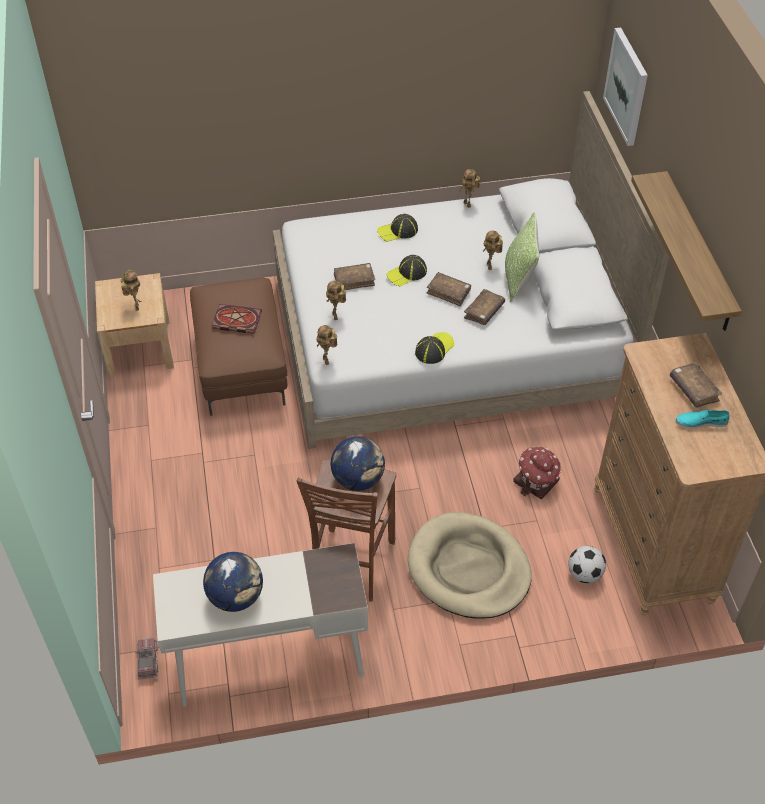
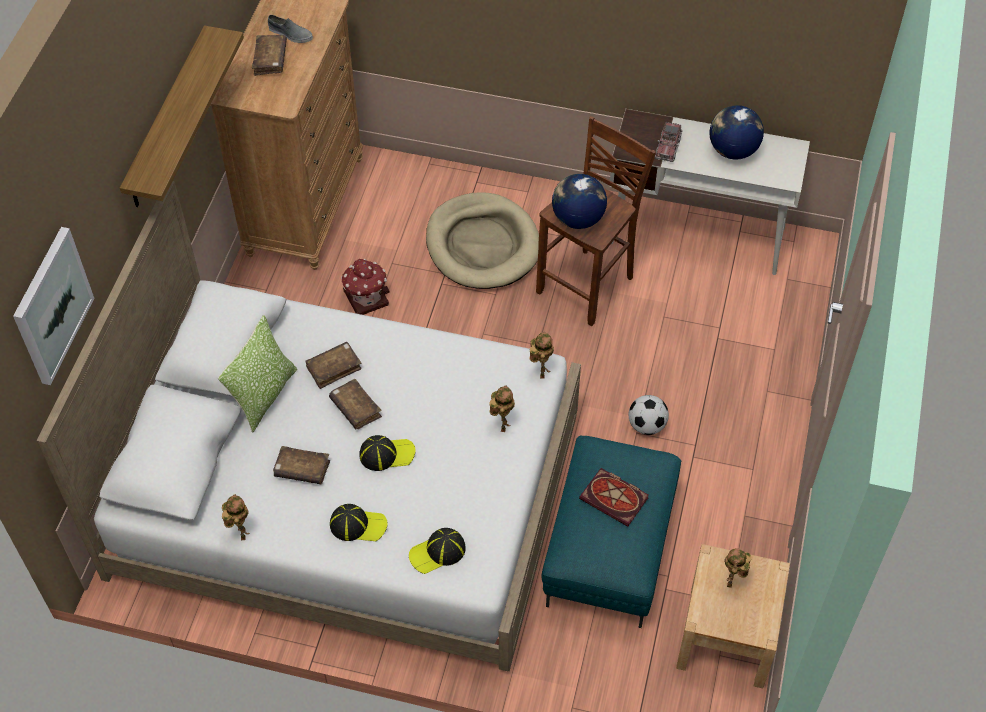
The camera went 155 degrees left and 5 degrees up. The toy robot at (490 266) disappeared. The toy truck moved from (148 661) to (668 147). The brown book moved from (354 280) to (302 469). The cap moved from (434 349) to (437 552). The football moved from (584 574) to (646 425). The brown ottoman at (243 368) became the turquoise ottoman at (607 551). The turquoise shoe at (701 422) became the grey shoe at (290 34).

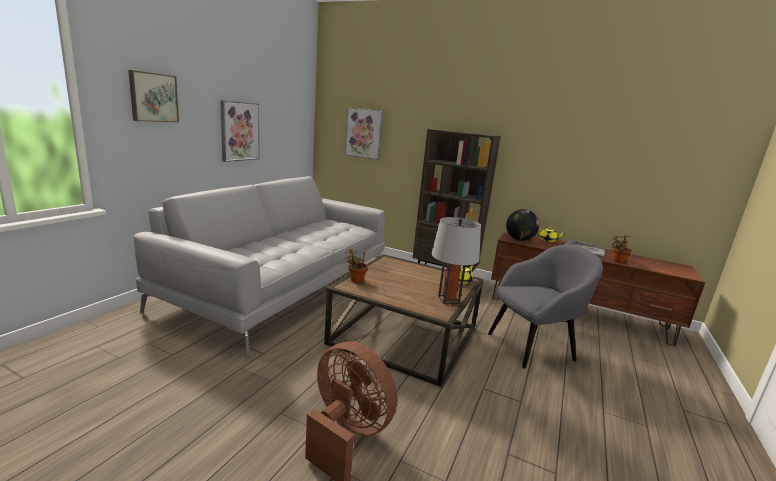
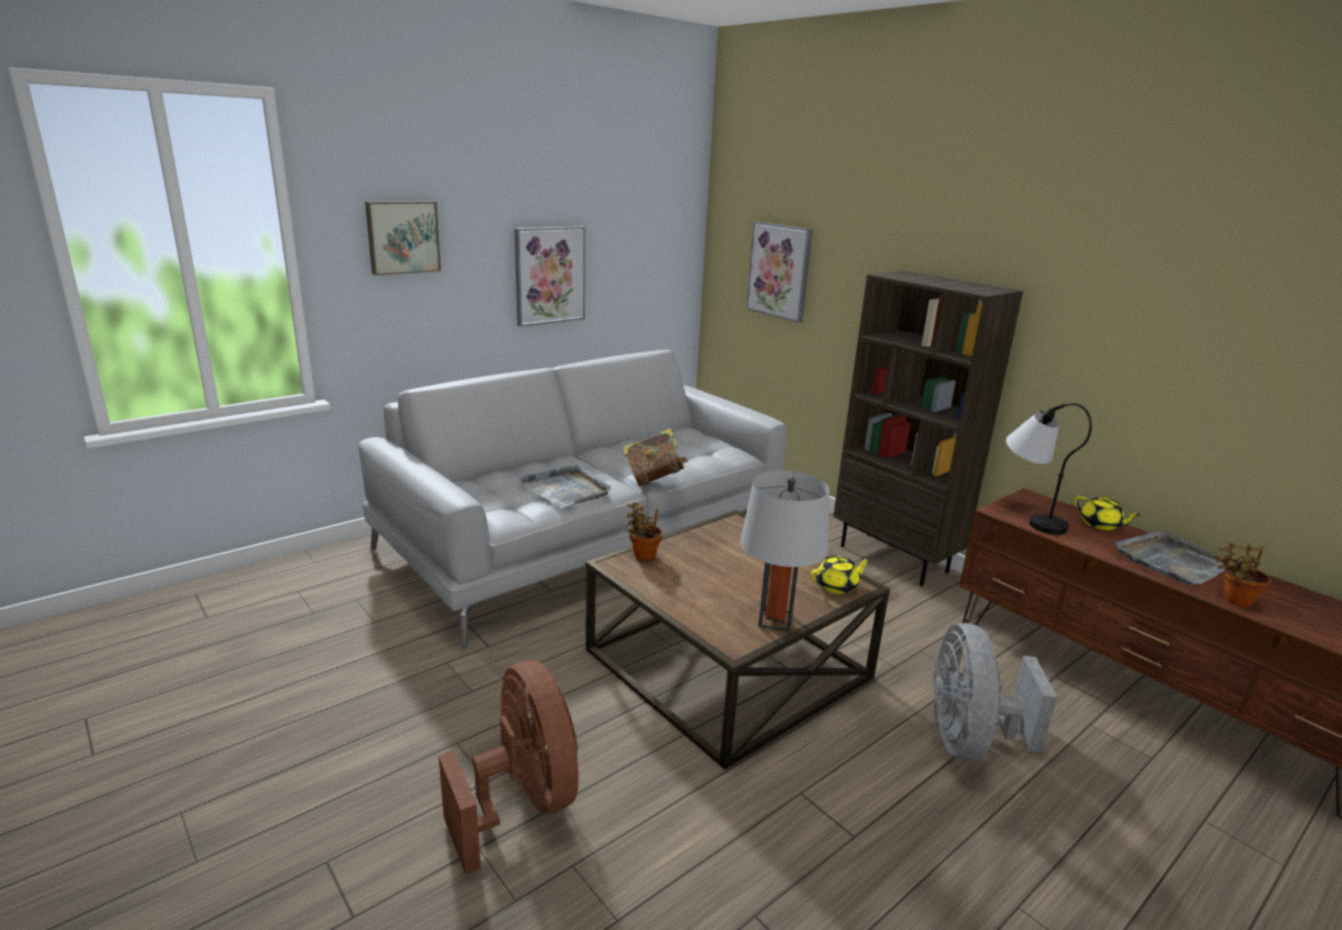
The camera went 25 degrees right and 5 degrees up. The grey tray at (566 489) appeared. The book at (654 479) appeared. The grey armchair at (532 346) was replaced by the grey fan at (969 740). The globe at (519 240) was replaced by the table lamp at (1028 516).

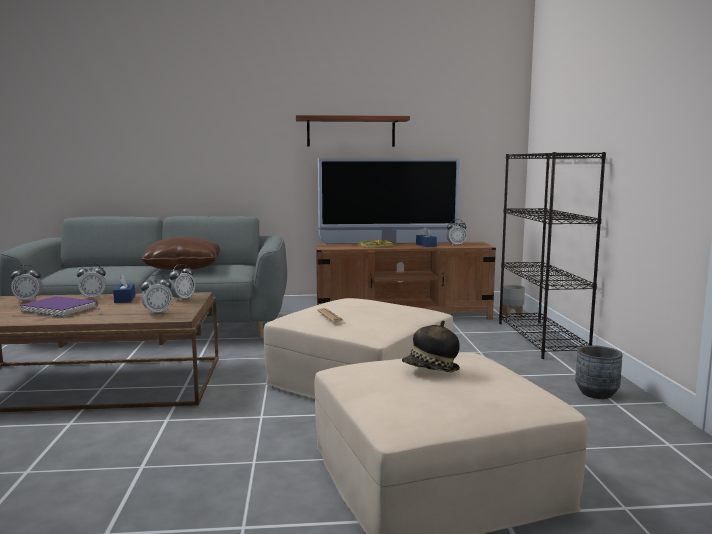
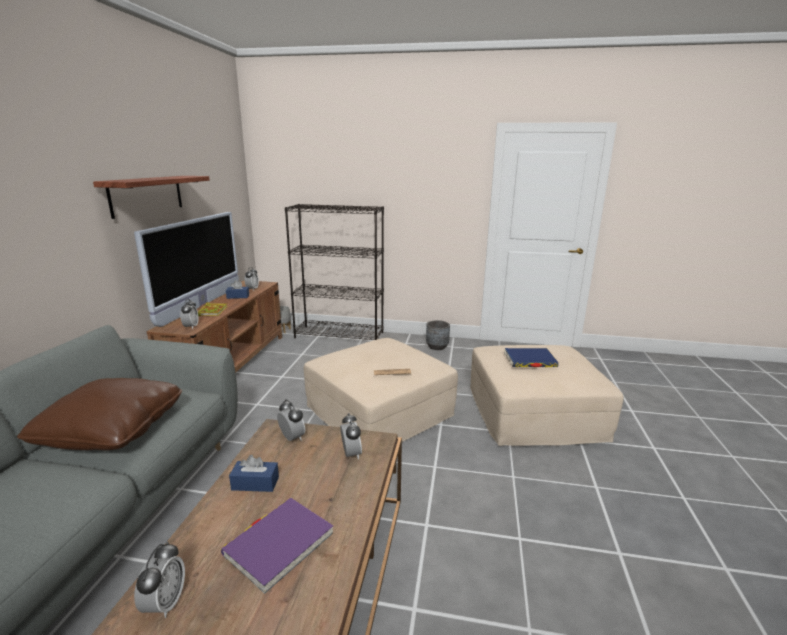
The camera went 75 degrees left and 10 degrees up. The alarm clock moved from (93 298) to (191 327). The hat at (431 370) was replaced by the blue book at (530 360).

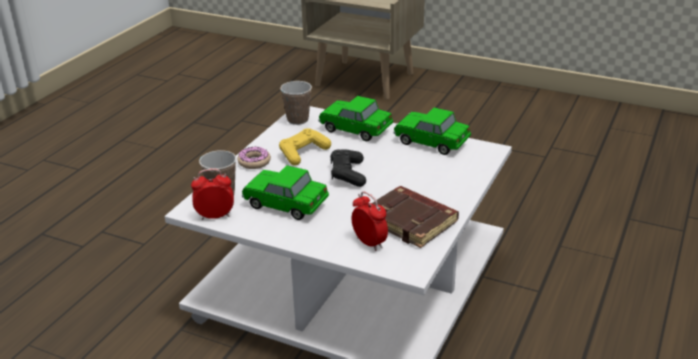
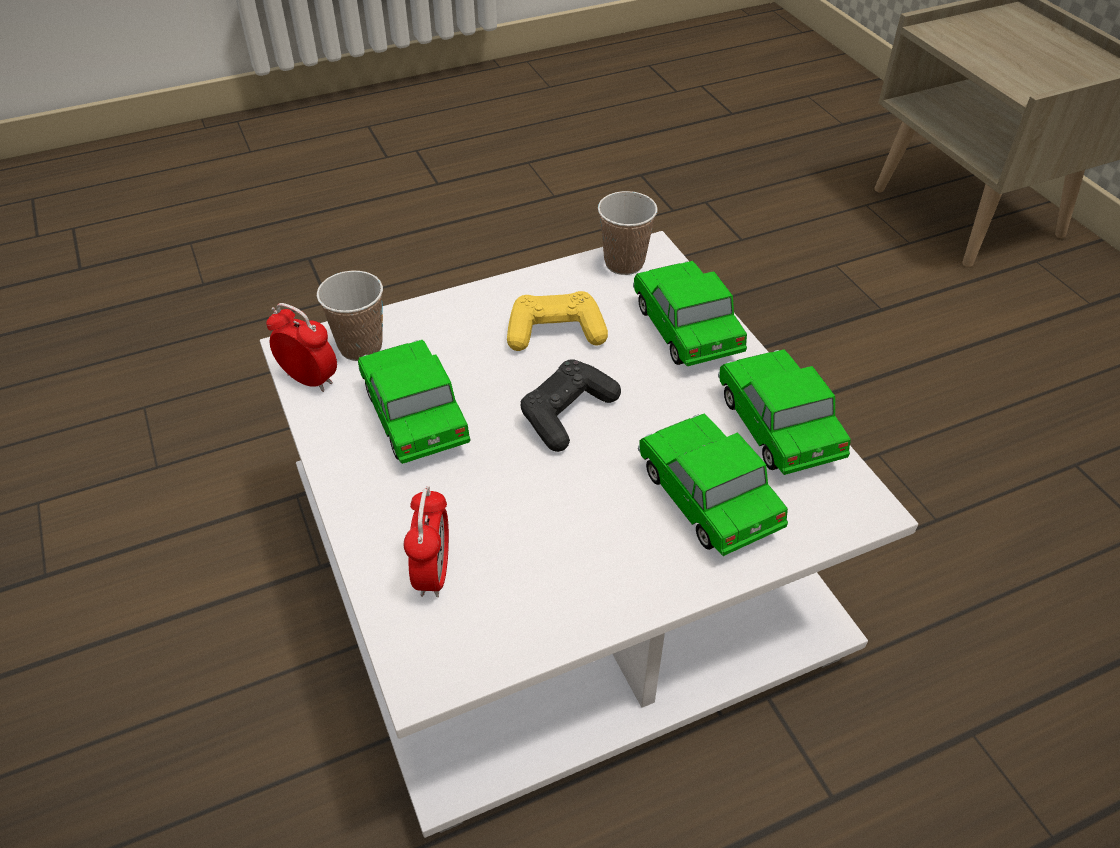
The camera went 40 degrees right and 15 degrees up. The donut at (254 162) disappeared. The brown book at (411 221) disappeared. The toy car at (707 499) appeared.

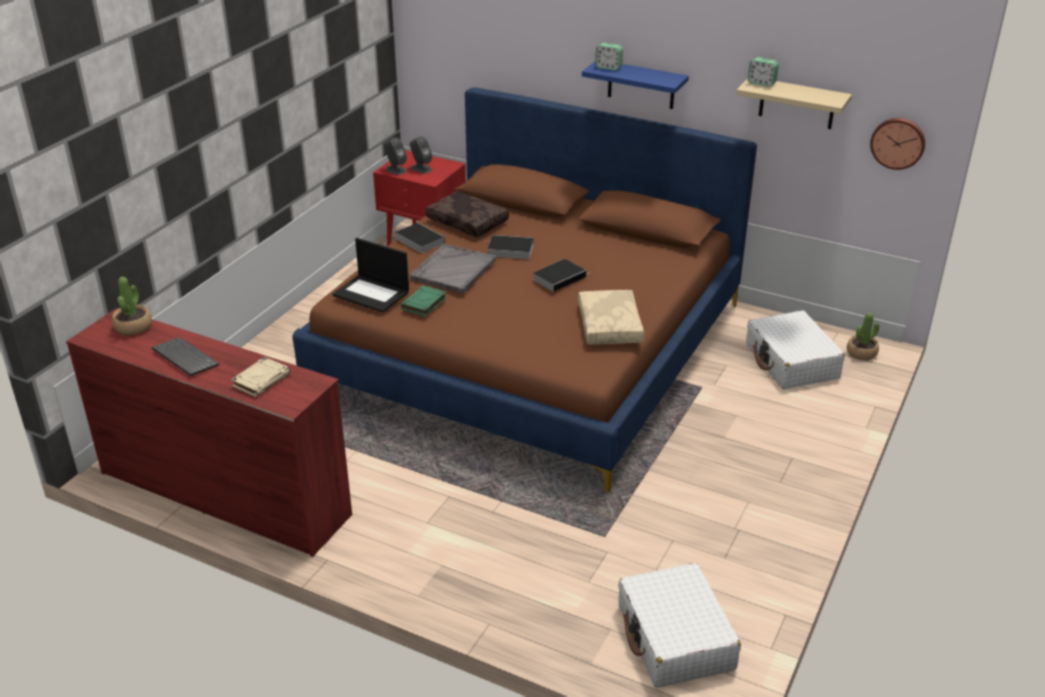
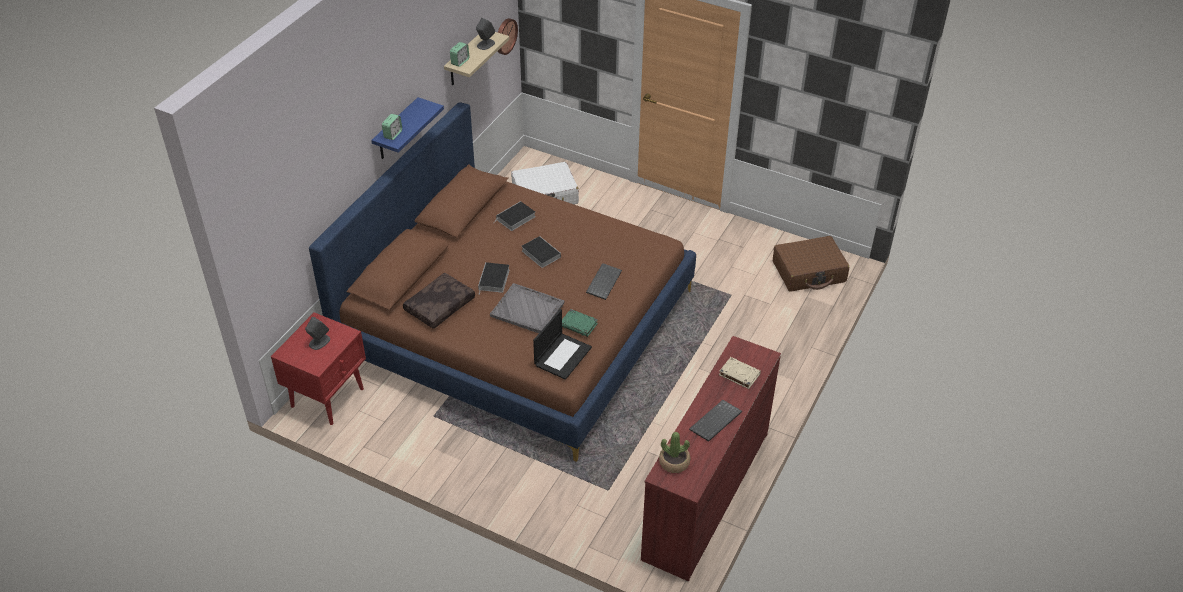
The camera went 90 degrees left and 10 degrees up. The beige pillow at (611 326) disappeared. The potted plant at (861 353) disappeared. The keyboard at (603 281) appeared. The grey speaker moved from (395 170) to (485 44). The book moved from (418 240) to (515 218). The white suitcase at (675 638) became the brown suitcase at (809 272).

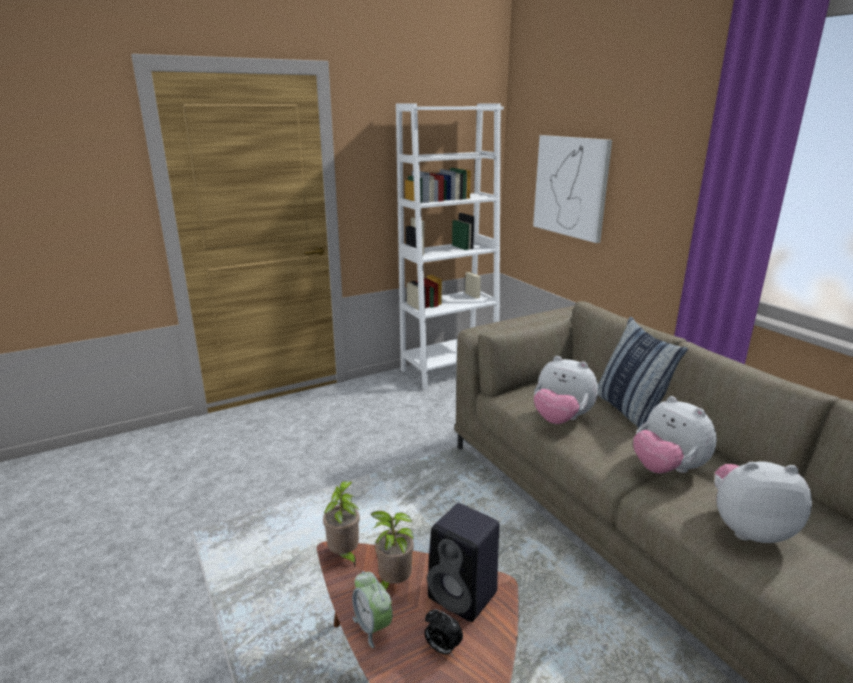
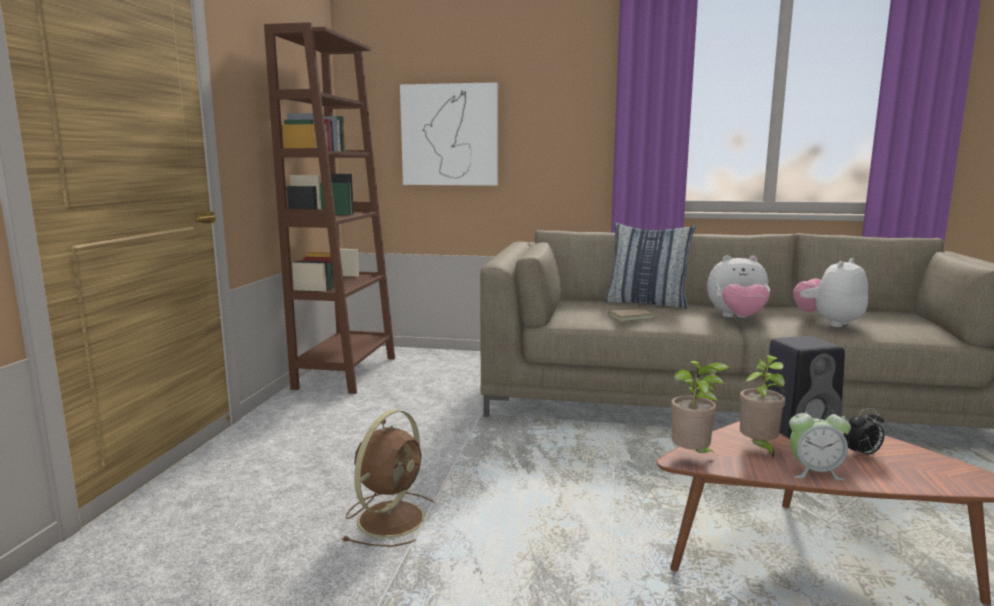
The camera went 50 degrees left and 10 degrees down. The brown fan at (393 517) appeared. The plush toy at (561 419) was replaced by the brown book at (630 317). The white bookcase at (449 370) became the brown bookcase at (346 372).

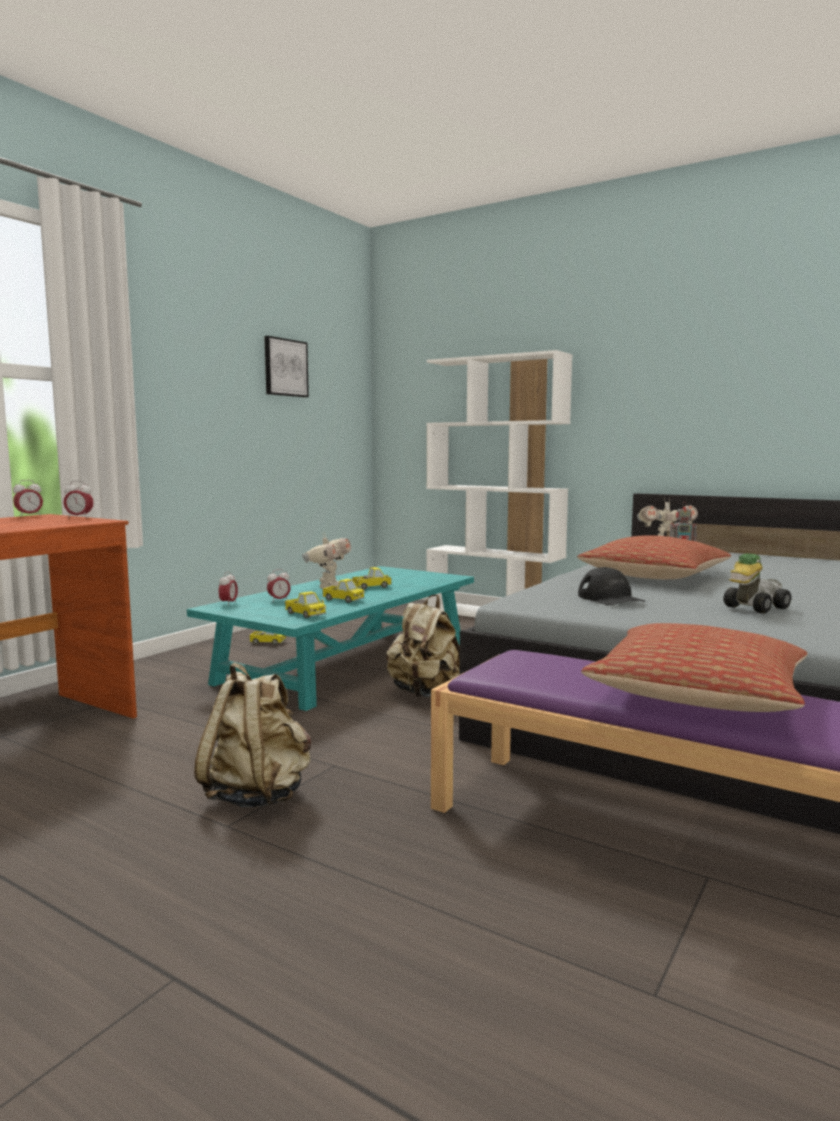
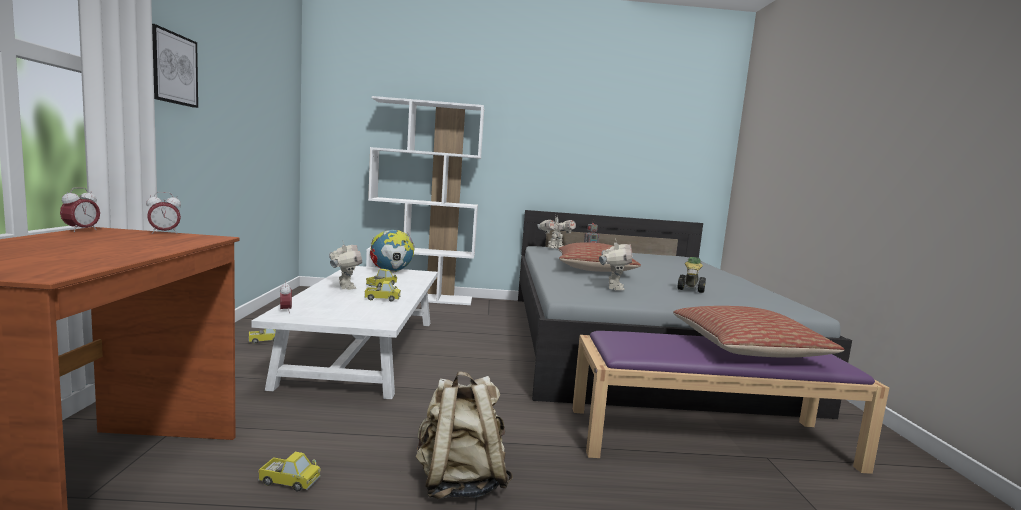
The camera went 35 degrees left and 0 degrees up. The alarm clock at (279 600) disappeared. The beige backpack at (425 693) disappeared. The globe at (391 272) appeared. The picture moved from (285 367) to (171 68). The toy truck moved from (305 614) to (289 482). The black cap at (610 598) was replaced by the toy robot at (613 288). The turquoise coffee table at (346 662) became the white coffee table at (363 350).

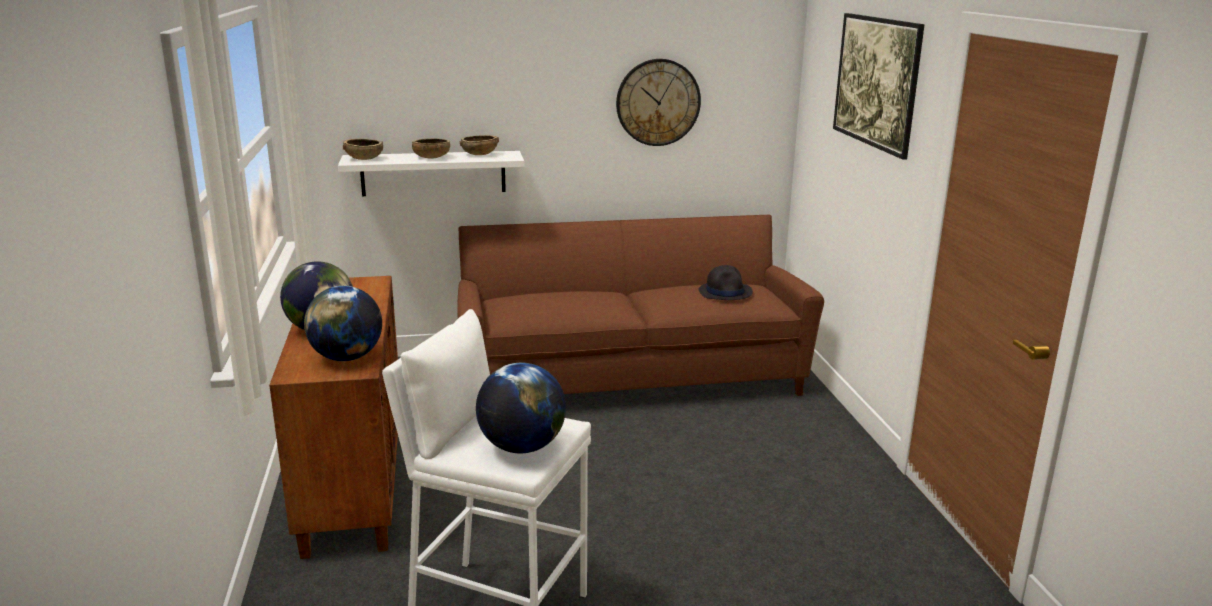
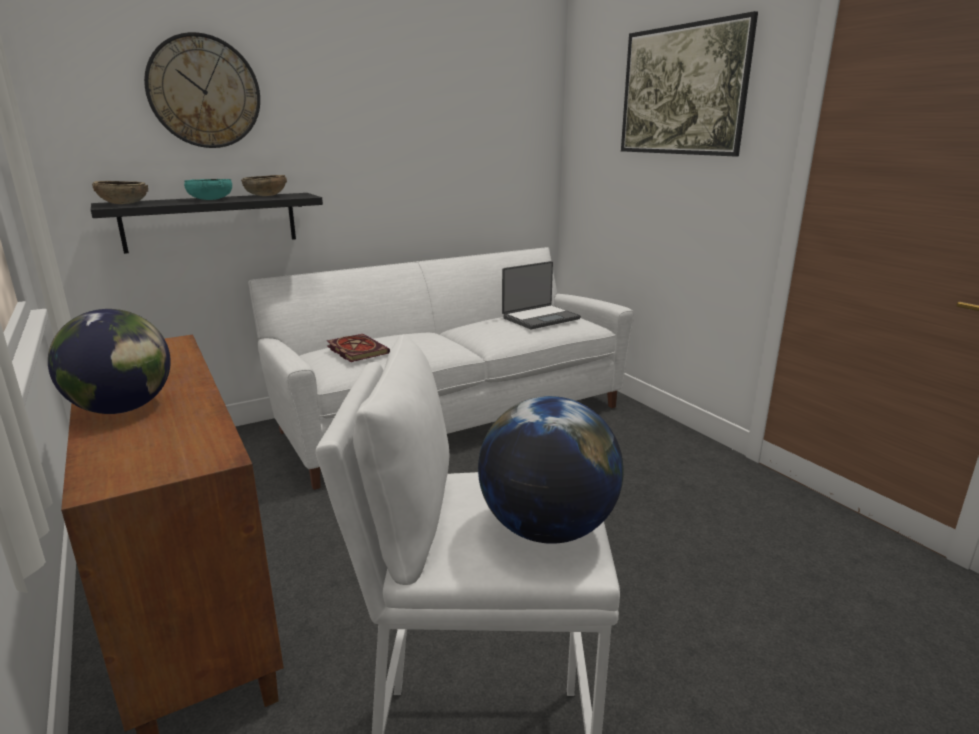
The camera went 20 degrees left and 0 degrees up. The globe at (346 358) disappeared. The book at (355 350) appeared. The wall clock moved from (658 102) to (204 92). The black hat at (725 292) was replaced by the laptop at (540 318). The white shelf at (433 173) became the black shelf at (211 221). The brown bowl at (431 157) became the turquoise bowl at (211 199). The brown sofa at (629 376) became the white sofa at (450 415).

